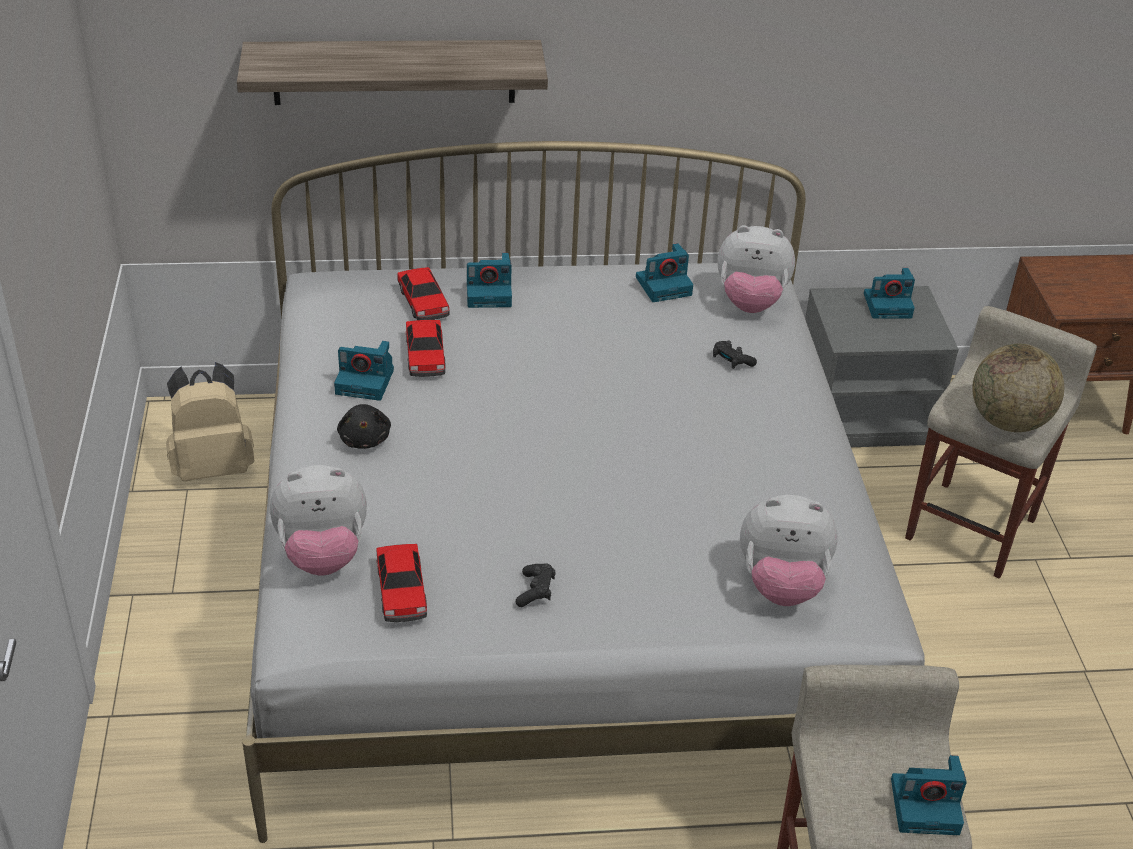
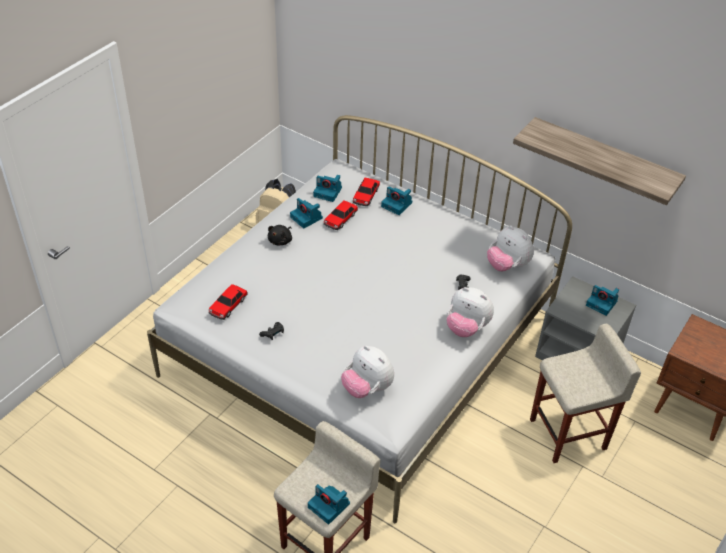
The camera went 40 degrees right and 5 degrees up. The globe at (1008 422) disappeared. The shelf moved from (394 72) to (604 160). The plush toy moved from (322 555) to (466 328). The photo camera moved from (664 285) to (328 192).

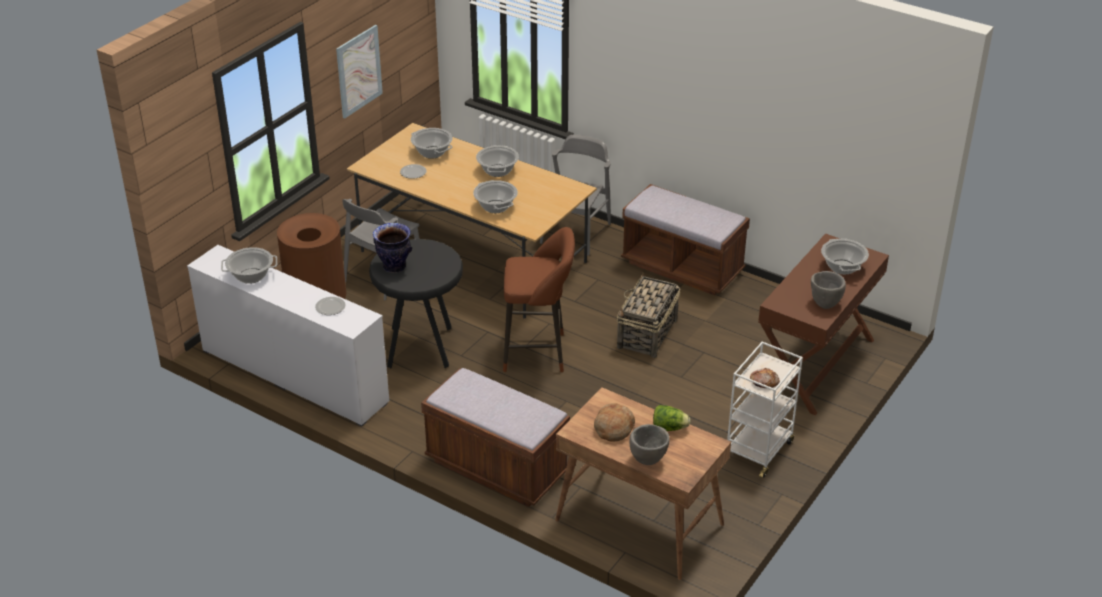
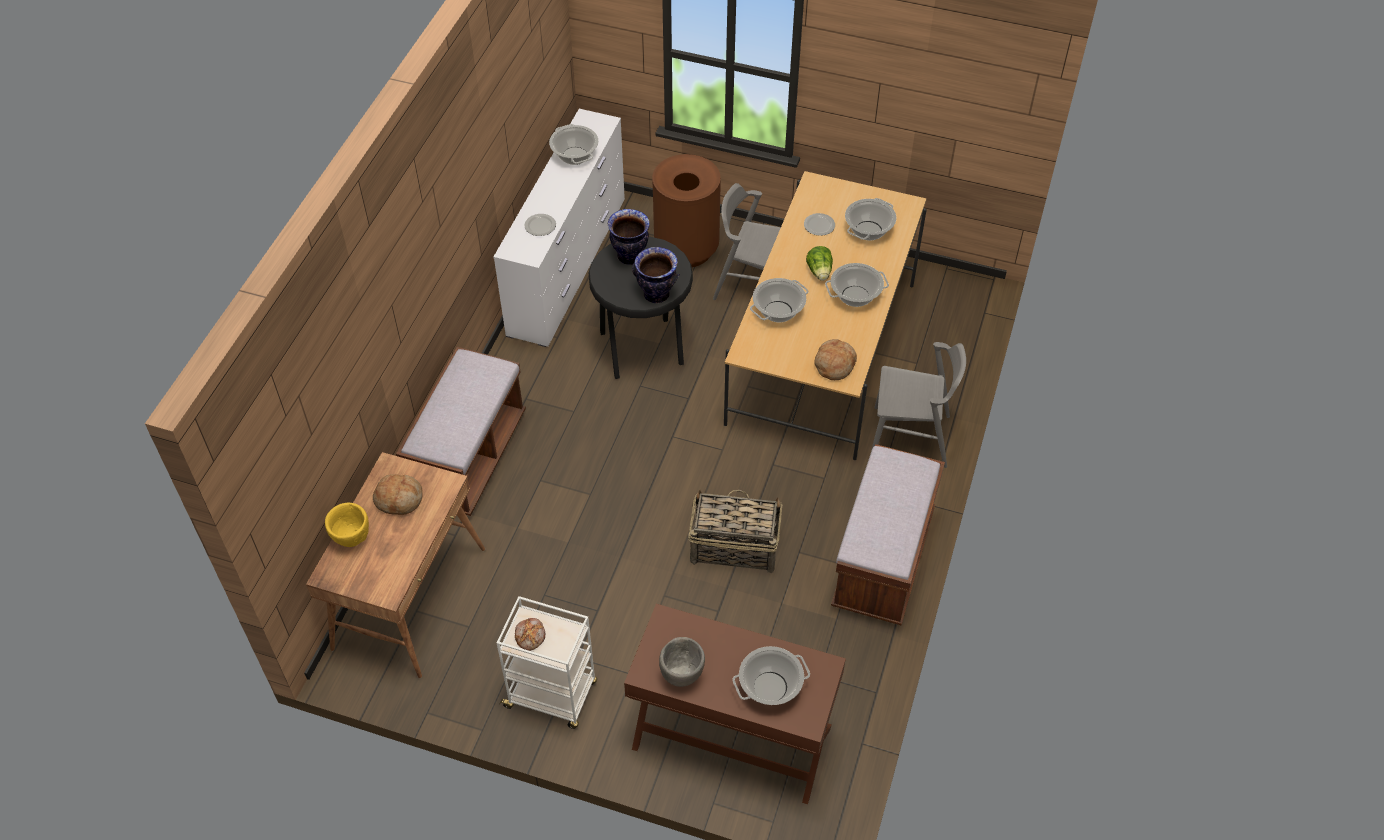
The camera went 75 degrees right and 15 degrees up. The picture at (359 71) disappeared. The brown stool at (539 352) disappeared. The vase at (656 295) appeared. The bread at (834 364) appeared. The lettuce moved from (669 428) to (819 272). The grey bowl at (648 460) became the yellow bowl at (352 539).

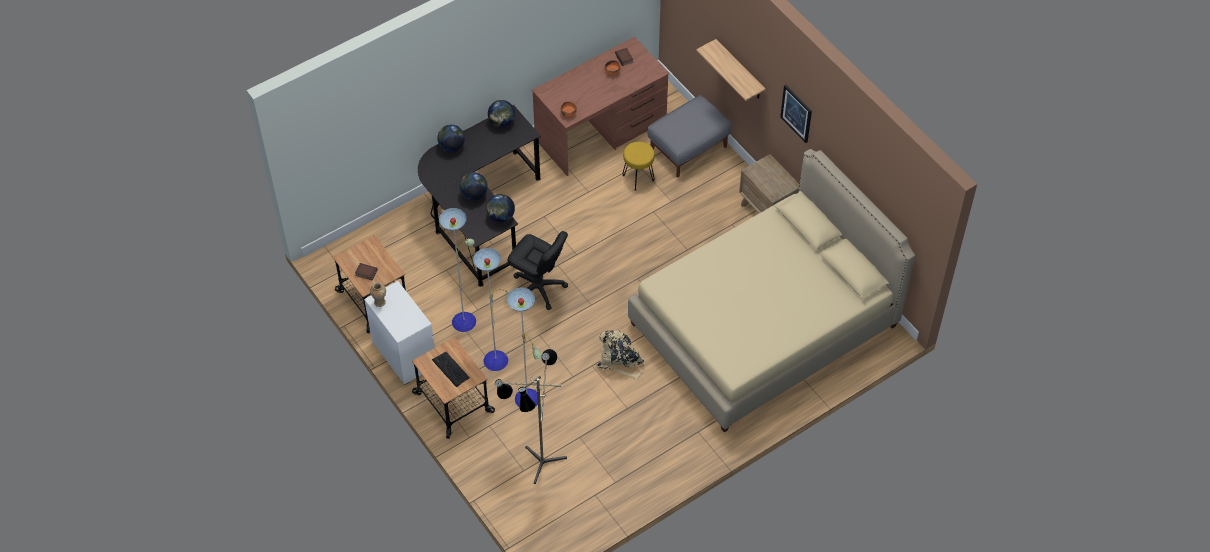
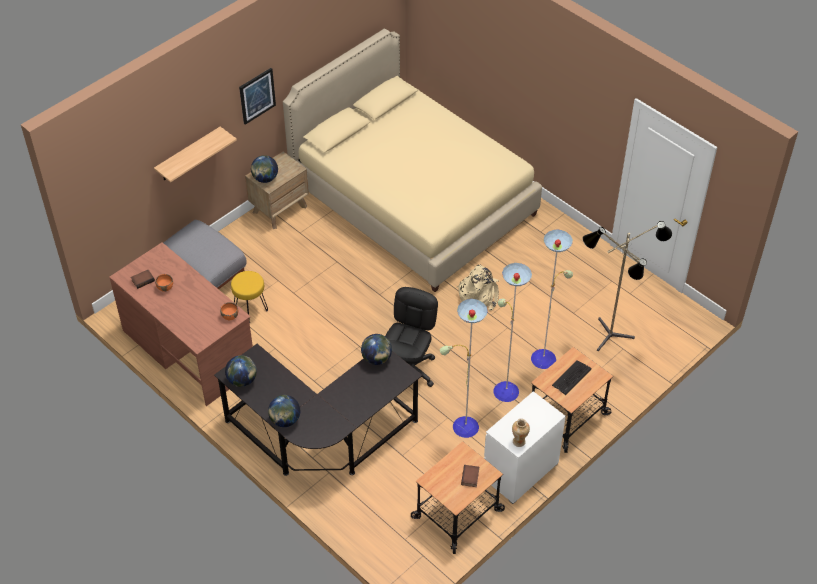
The camera went 100 degrees left and 5 degrees down. The globe moved from (474 195) to (265 179).

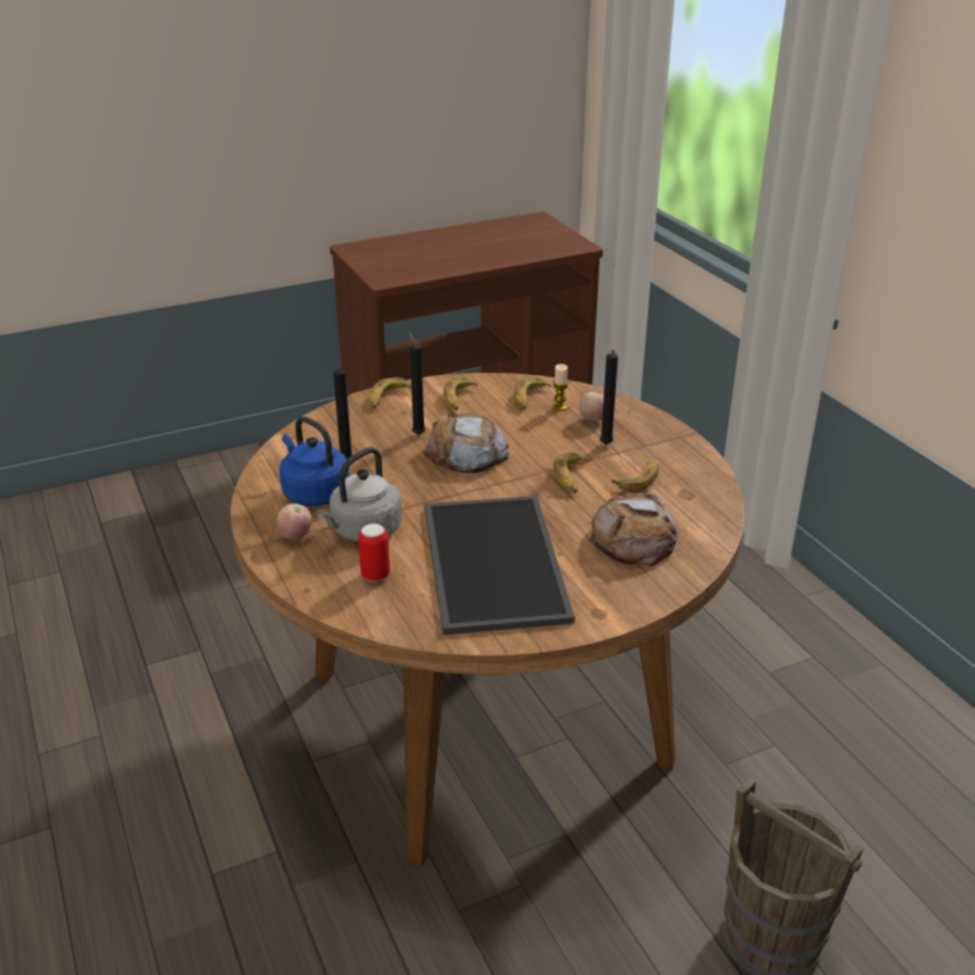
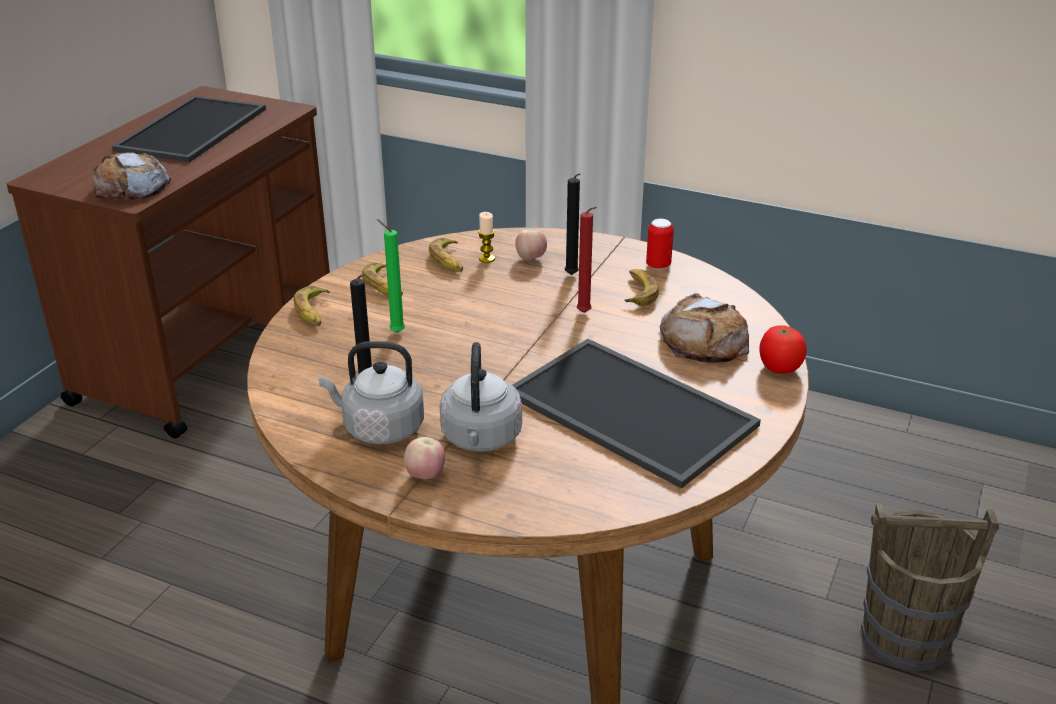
The camera went 40 degrees left and 0 degrees up. The tray at (193 130) appeared. The tomato at (779 368) appeared. The can moved from (375 575) to (658 265). The bread moved from (466 453) to (132 187). The banana at (571 478) was replaced by the red candle at (585 313). The blue kettle at (314 493) became the grey kettle at (379 428). The black candle at (417 433) became the green candle at (395 332).

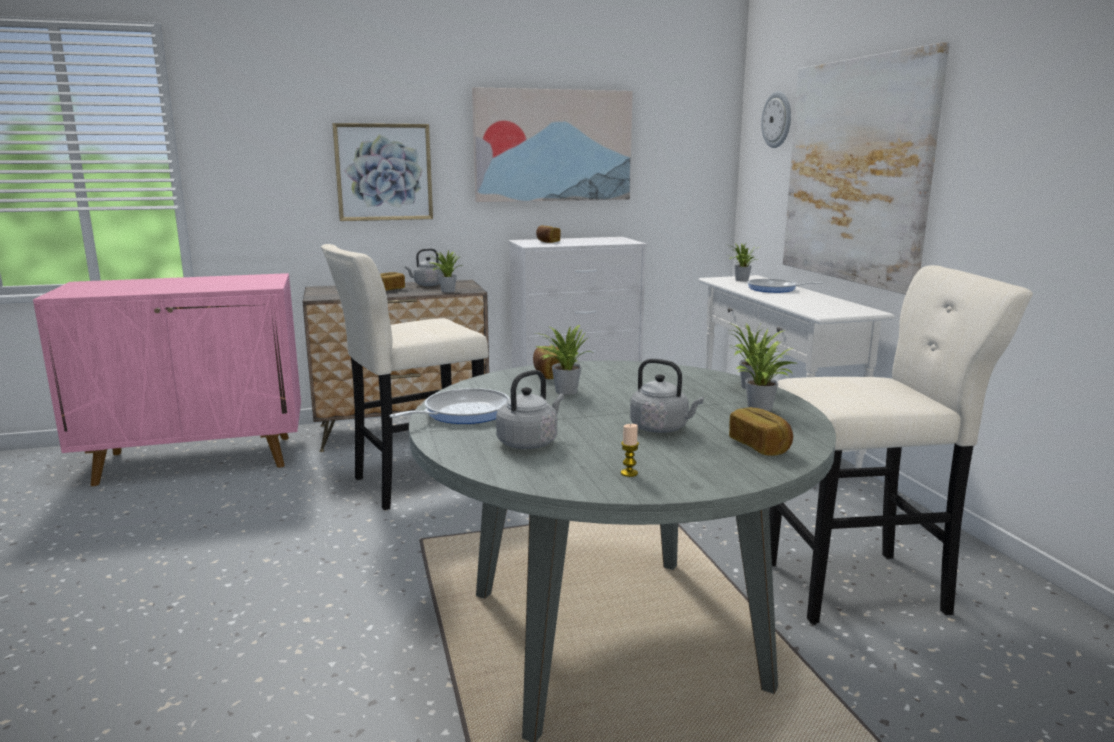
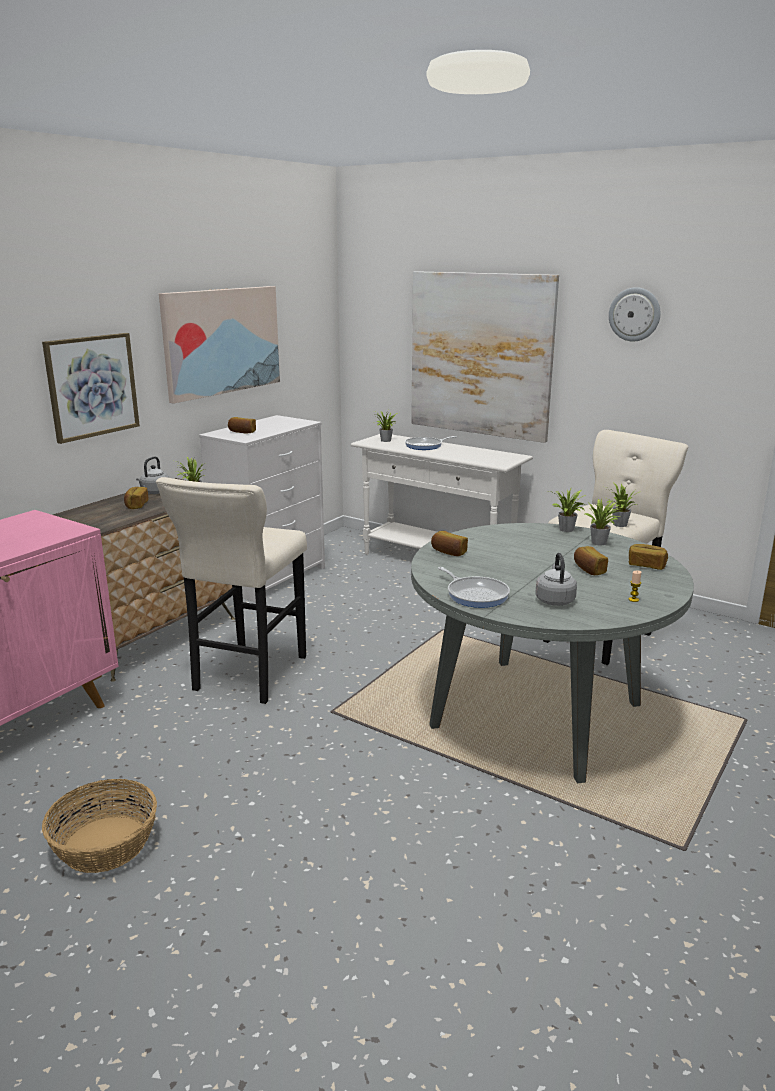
The camera went 40 degrees left and 5 degrees up. The basket at (105 844) appeared. The potted plant moved from (563 391) to (618 525). The wall clock moved from (777 120) to (634 314). The grey kettle at (662 428) was replaced by the bread at (588 570). The frying pan at (462 413) turned 135 degrees clockwise.

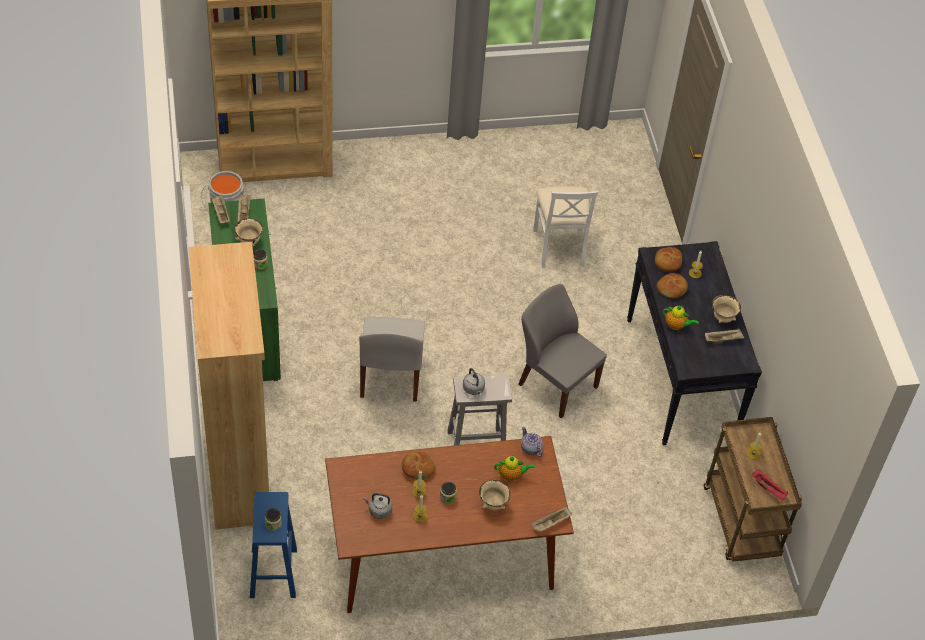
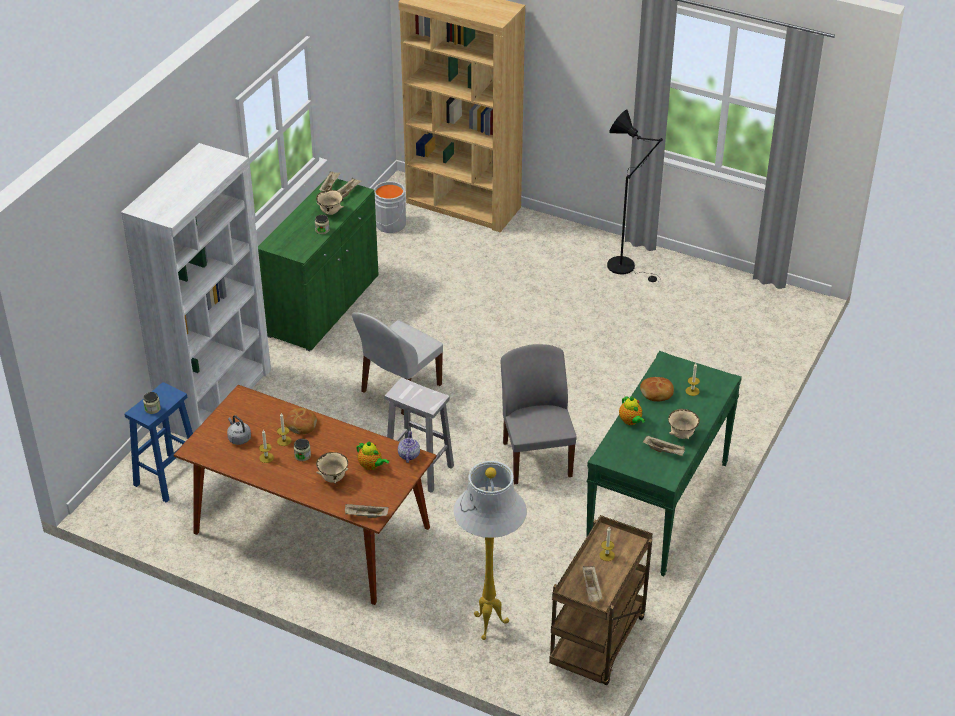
The camera went 40 degrees right and 10 degrees down. The grey kettle at (474 389) disappeared. The white chair at (559 247) disappeared. The bread at (667 262) disappeared. The white floor lamp at (489 627) appeared. The black floor lamp at (626 267) appeared. The brown bookcase at (239 471) became the white bookcase at (216 398). The black console table at (681 378) became the green console table at (658 505). The red tray at (769 489) became the beige tray at (592 589).

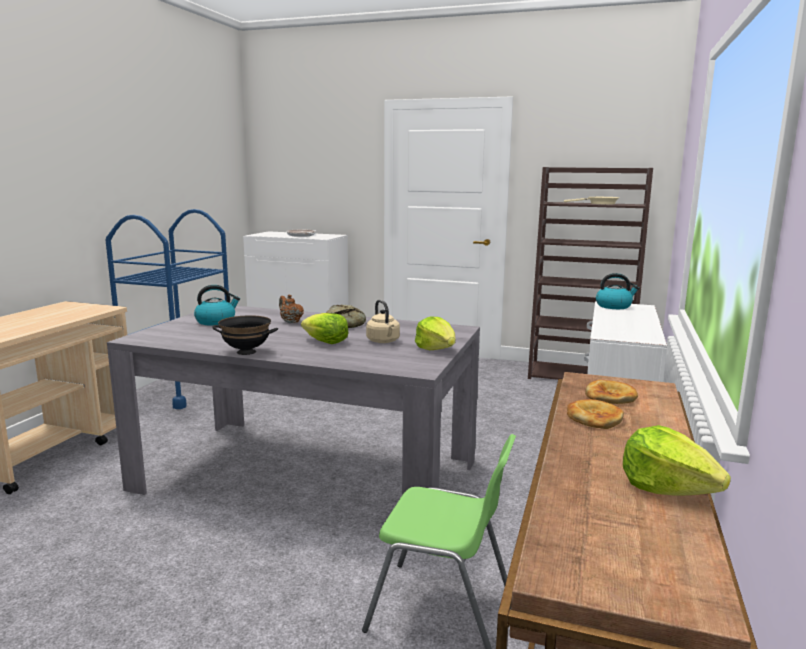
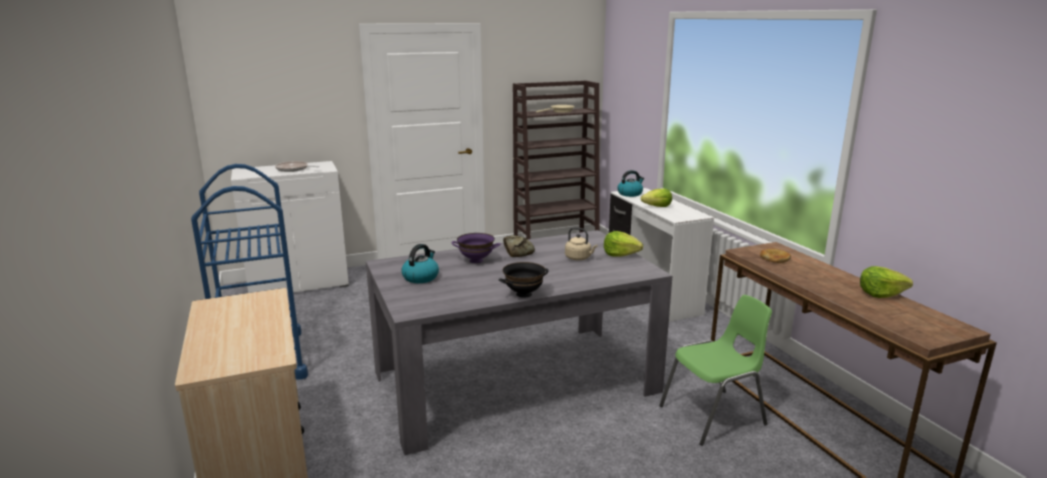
The camera went 40 degrees left and 5 degrees up. The bread at (594 418) disappeared. The lettuce moved from (325 342) to (657 207). The brown teapot at (290 321) was replaced by the purple bowl at (476 260).

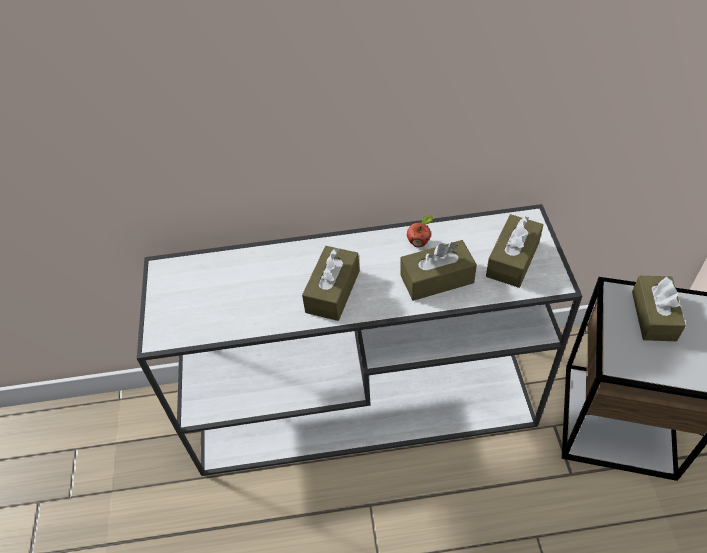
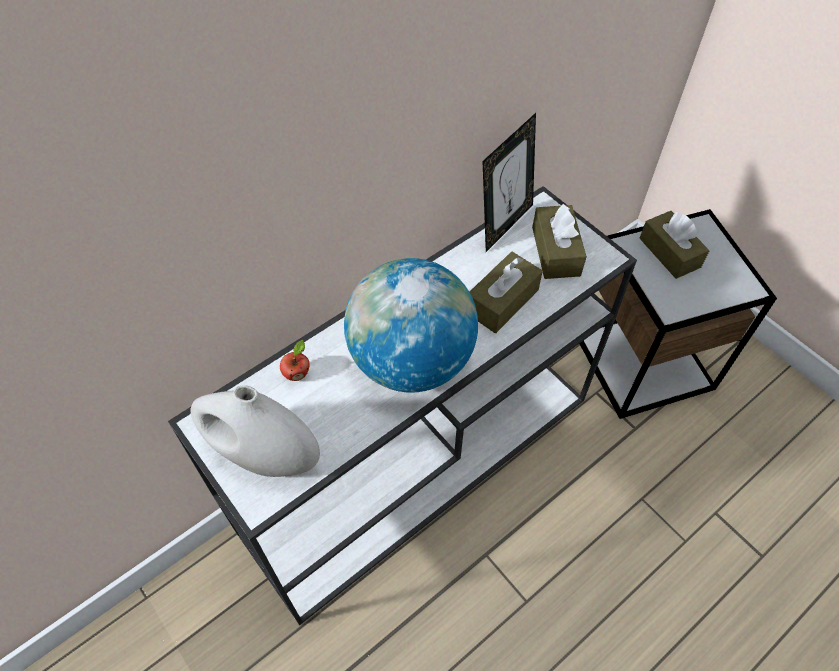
The camera went 35 degrees left and 5 degrees up. The white vase at (264 457) appeared. The picture frame at (504 224) appeared. The apple moved from (419 242) to (297 373). The brown tissue box at (333 291) was replaced by the globe at (411 360).

